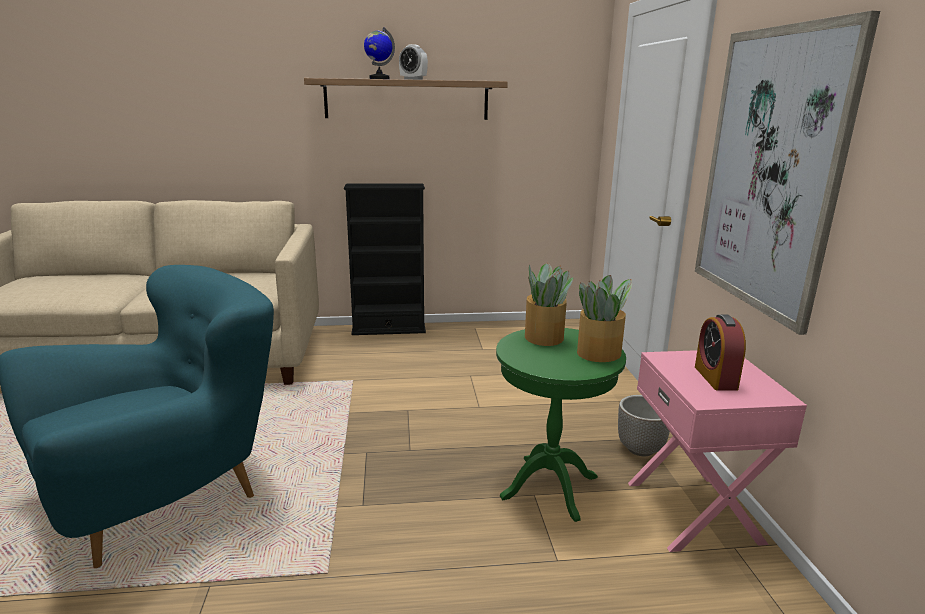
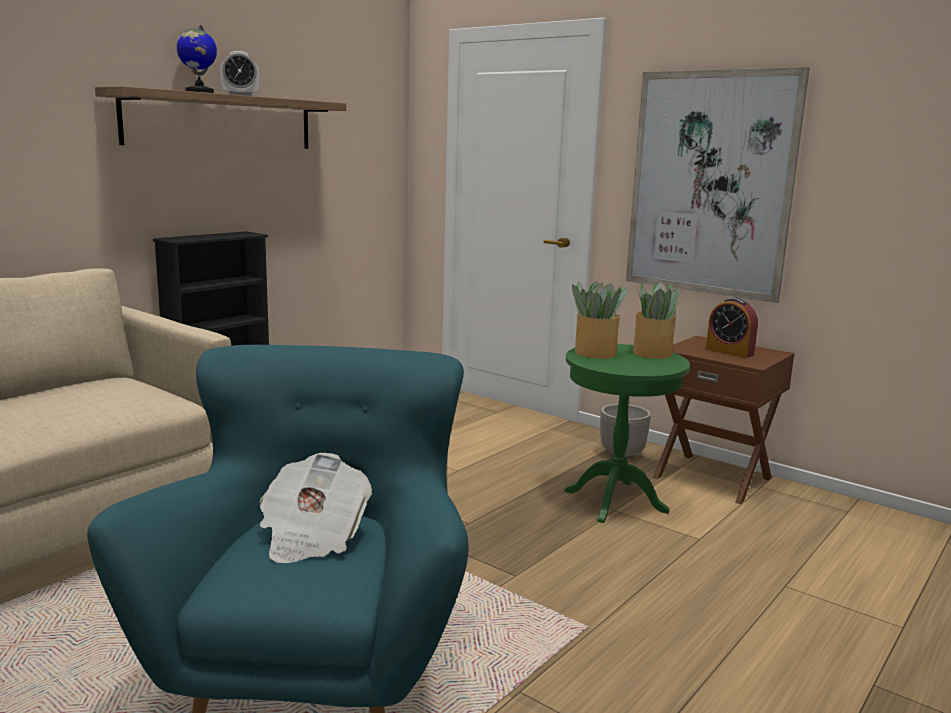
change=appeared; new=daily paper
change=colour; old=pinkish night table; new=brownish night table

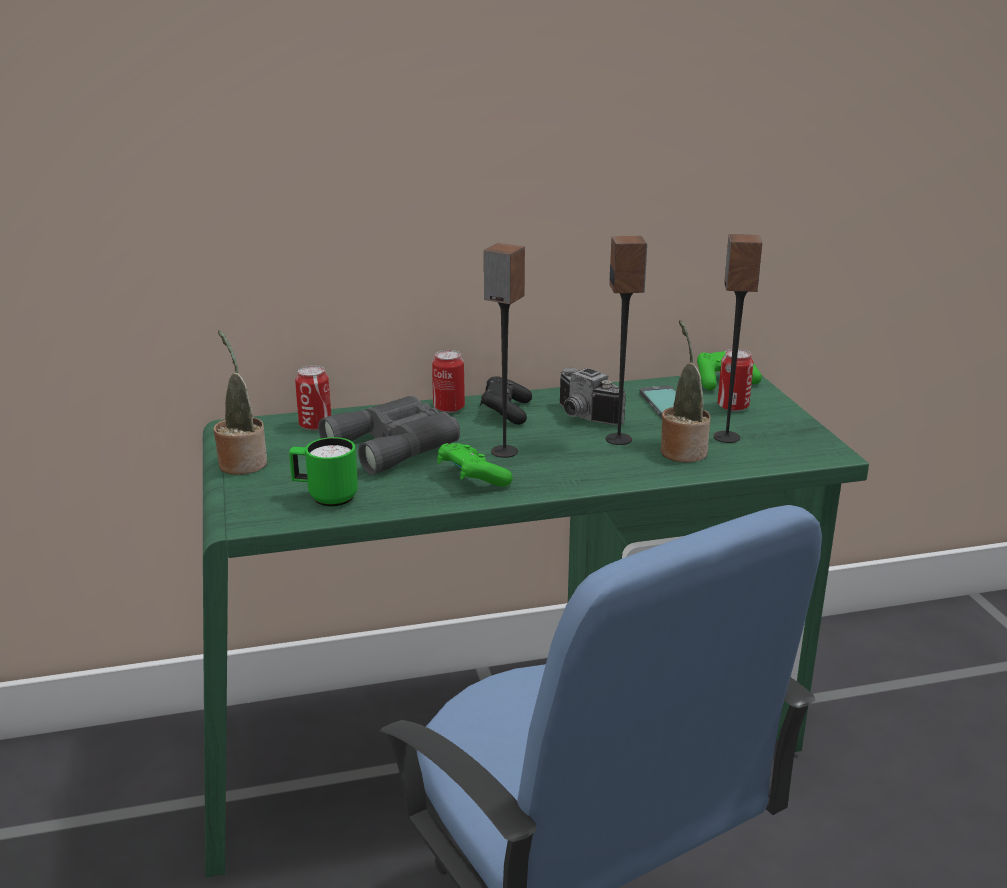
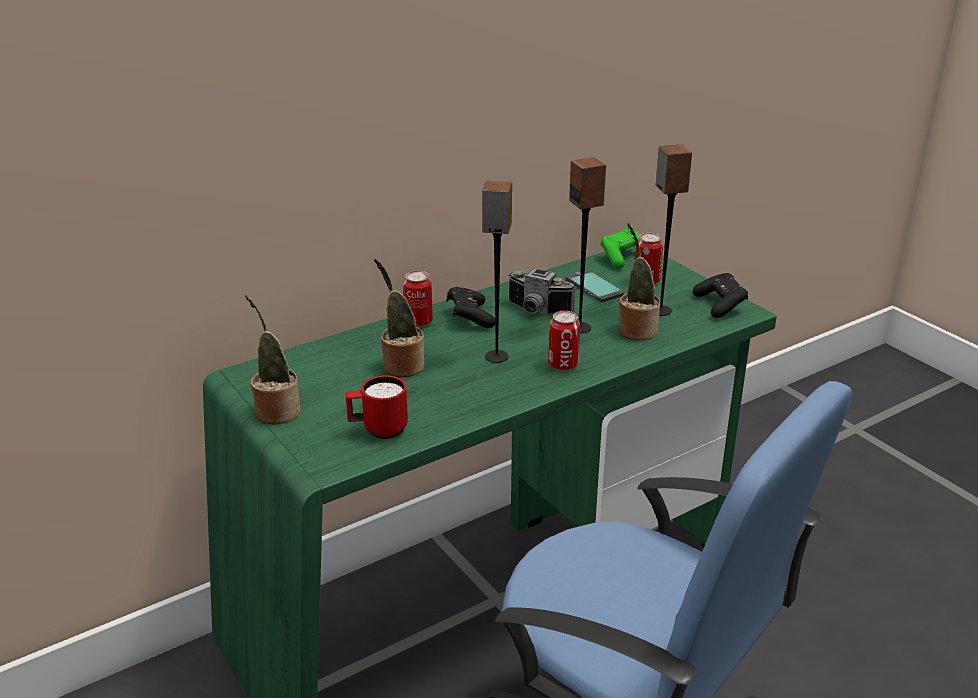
change=missing; old=green-coloured joypad (no. 1 from left)
change=appeared; new=black joypad (no. 2 from left)
change=relocated; old=metal can (no. 1 from left in the first image); new=metal can (no. 2 from left)
change=exchanged; old=grey binoculars; new=houseplant (no. 2 from left)
change=colour; old=green-coloured tea mug; new=reddish tea mug

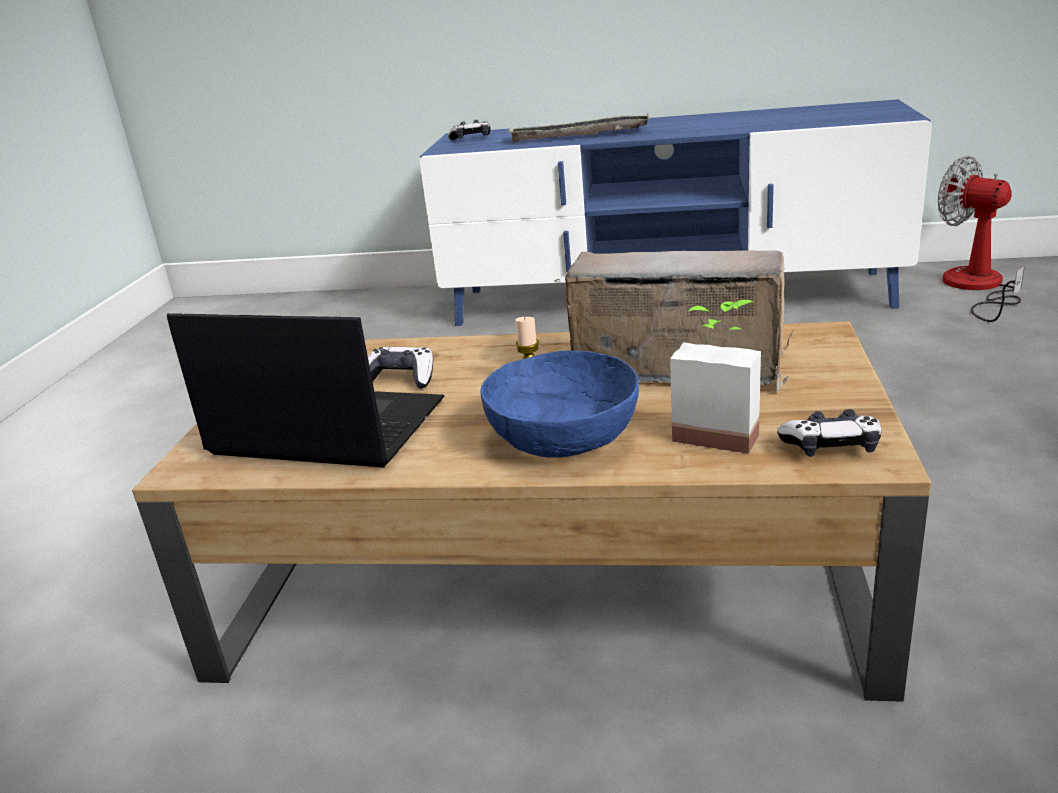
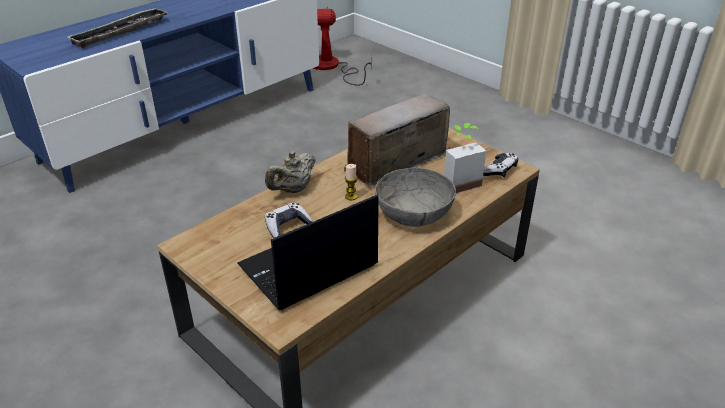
change=missing; old=joypad (no. 2 from left)
change=appeared; new=beige pot for tea
change=colour; old=bluish bowl; new=grey bowl

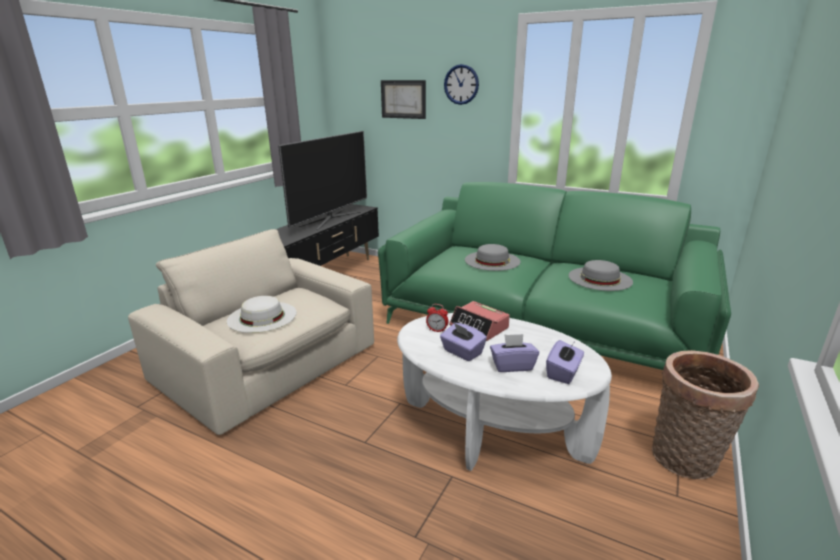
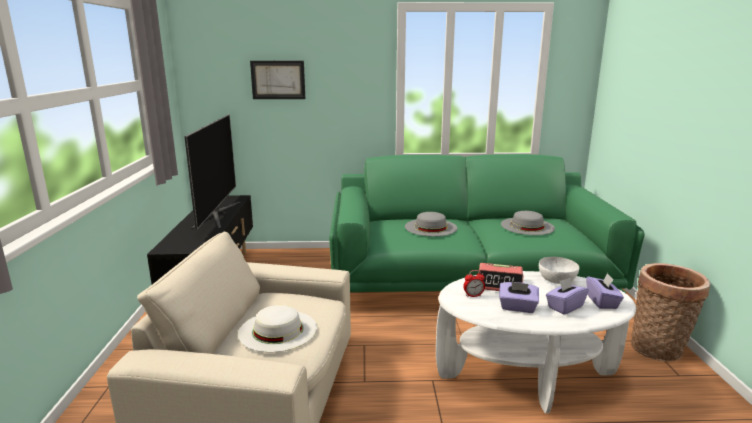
change=missing; old=clock on the wall
change=appeared; new=whitish bowl

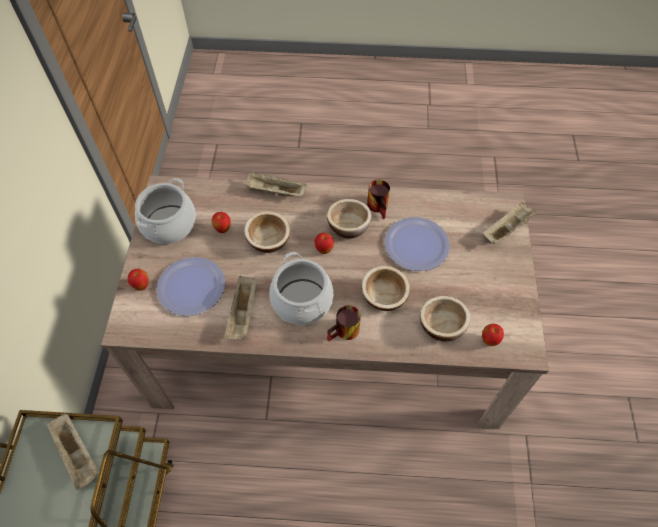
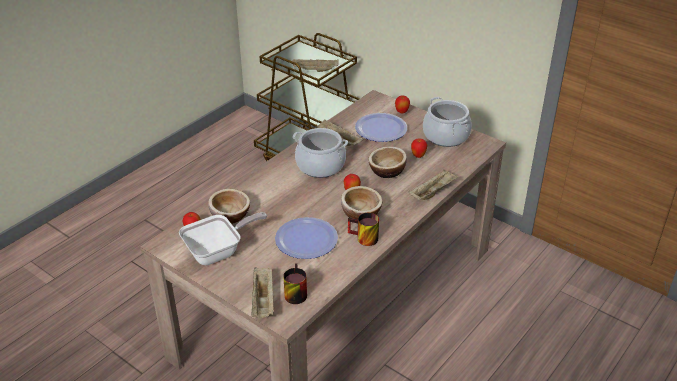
change=missing; old=bowl (no. 3 from left)
change=appeared; new=pan
change=relocated; old=tea mug (no. 1 from left)

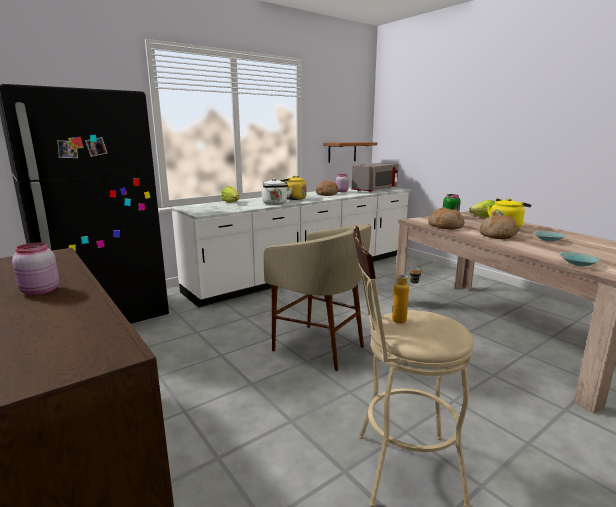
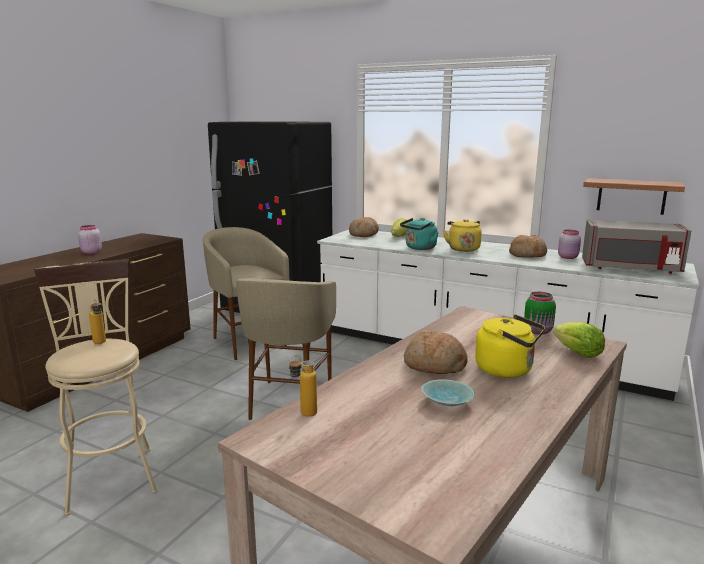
change=appeared; new=beige stool seat (no. 2 from left)
change=relocated; old=bakery bread (no. 2 from left in the first image); new=bakery bread (no. 1 from left)
change=exchanged; old=turquoise-coloured bowl (no. 2 from left); new=drink bottle (no. 2 from left)
change=colour; old=whitish water kettle; new=turquoise-coloured water kettle

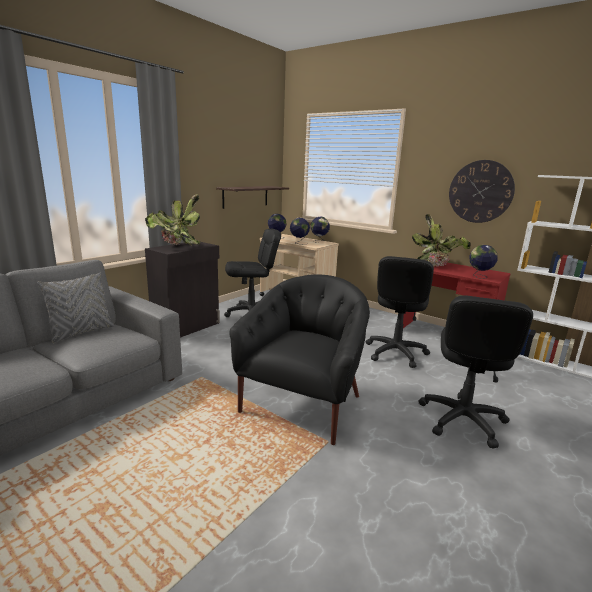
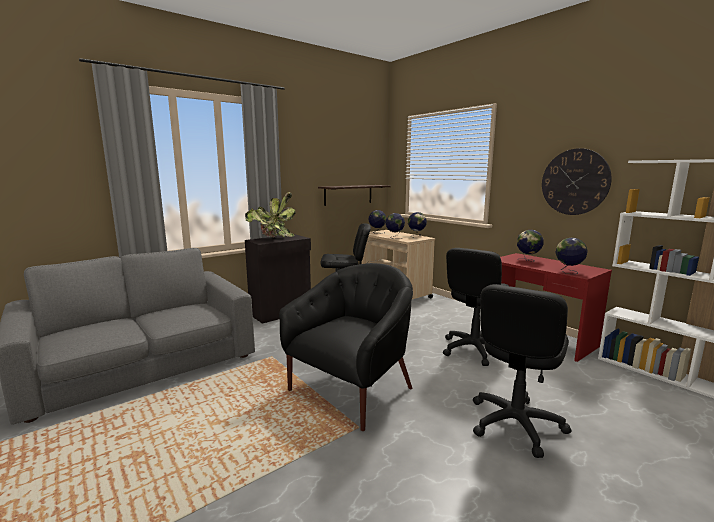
change=missing; old=grey pillow
change=exchanged; old=houseplant (no. 2 from left); new=desk globe (no. 4 from left)

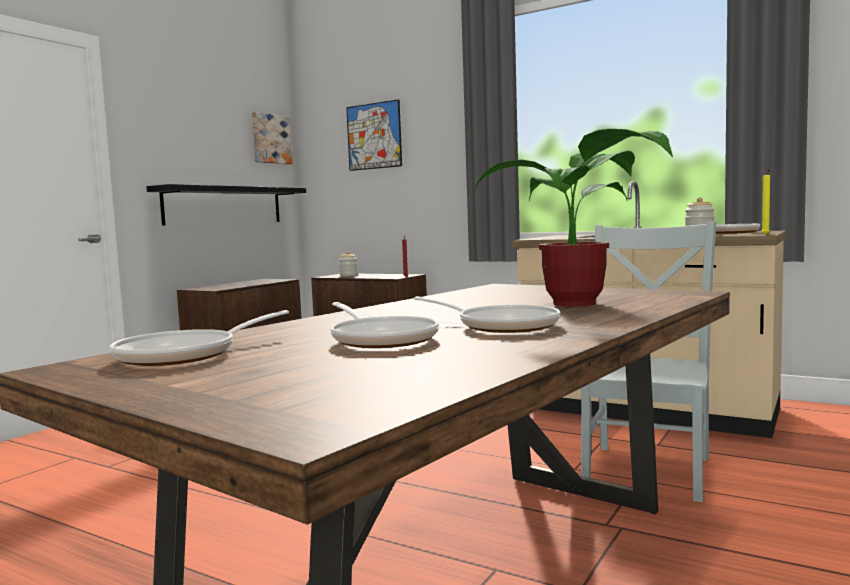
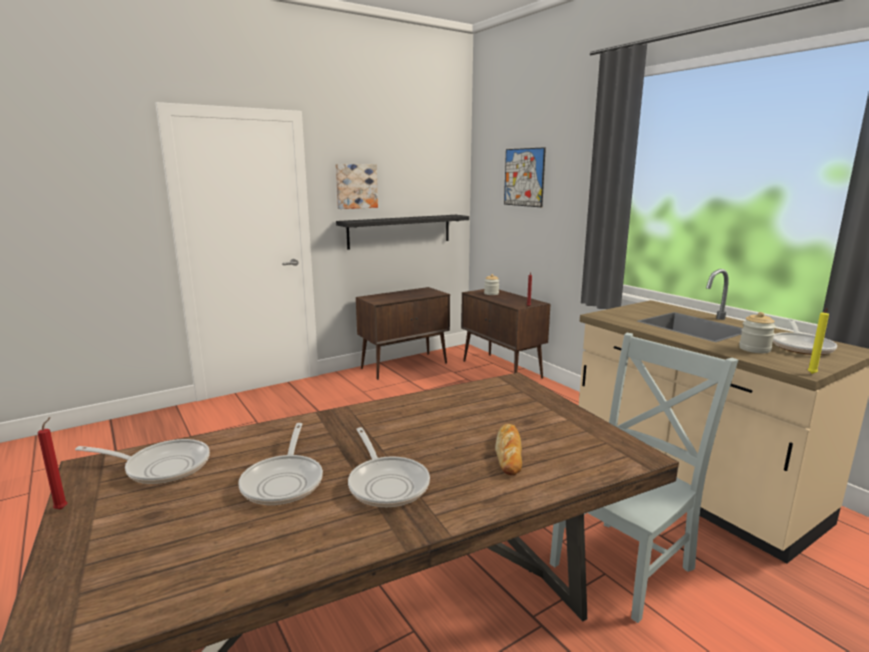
change=appeared; new=reddish wax light (no. 1 from left)
change=relocated; old=picture (no. 1 from left)
change=exchanged; old=houseplant; new=bakery bread
change=spun; old=pan (no. 1 from left); degrees=-150

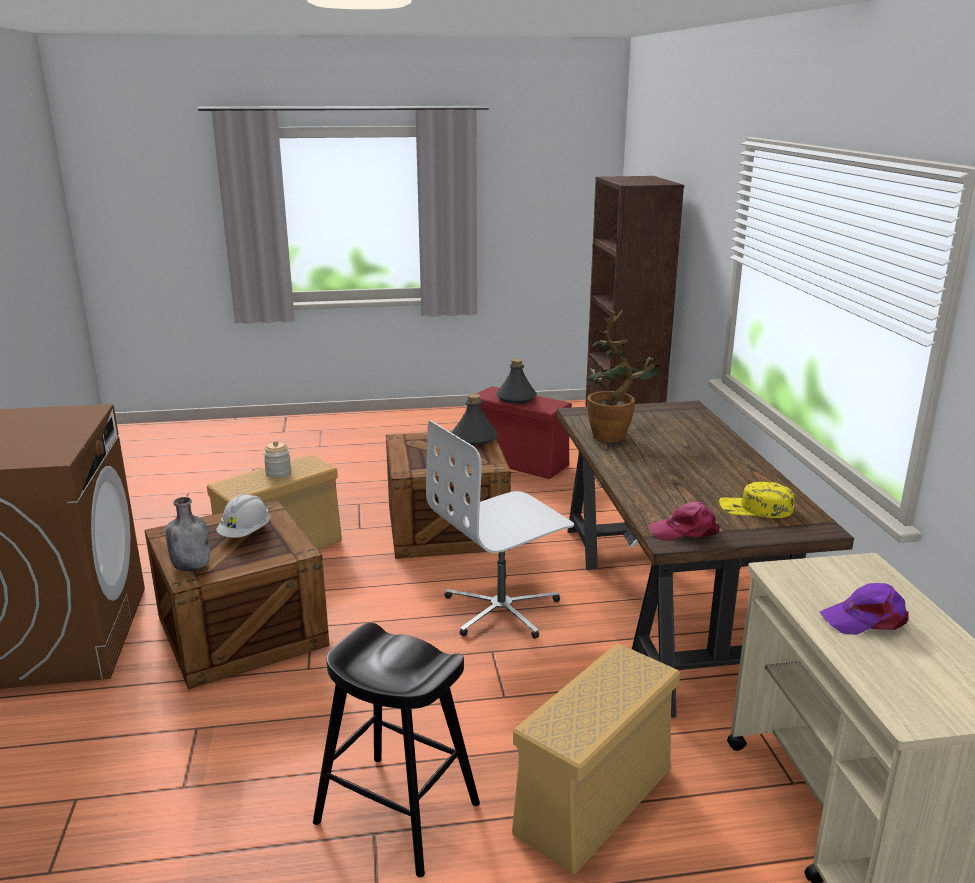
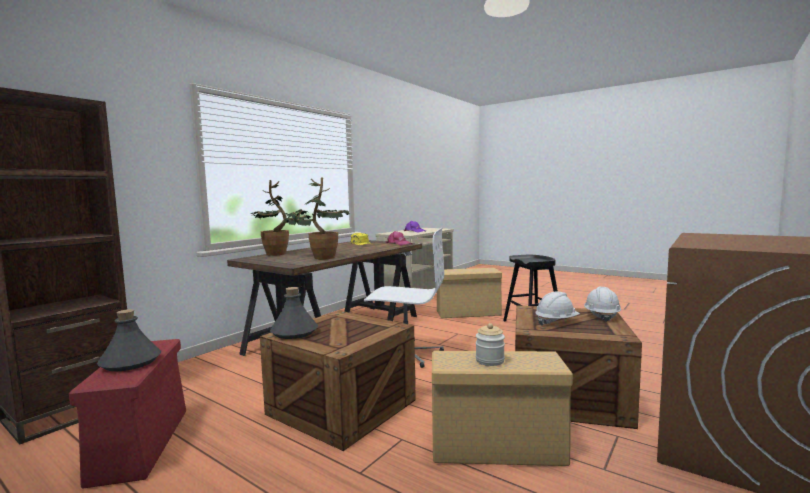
change=appeared; new=houseplant (no. 1 from left)
change=exchanged; old=grey drink bottle (no. 1 from left); new=whitish work helmet (no. 2 from left)

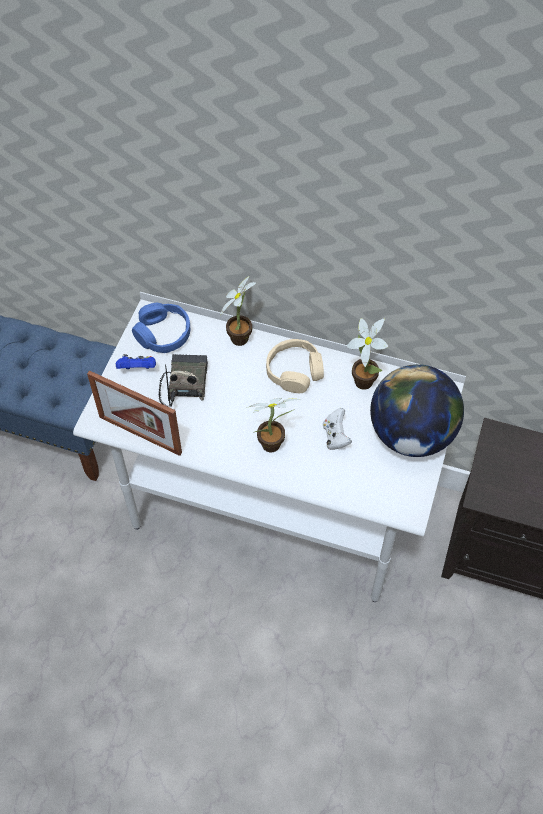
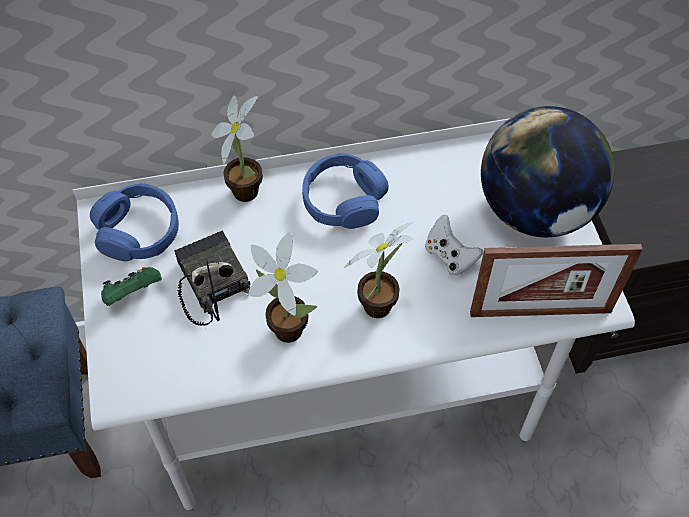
change=relocated; old=photo frame
change=relocated; old=houseplant (no. 3 from left in the first image); new=houseplant (no. 2 from left)
change=colour; old=bluish joypad; new=green-coloured joypad
change=colour; old=beige pair of headphones; new=bluish pair of headphones (no. 2 from left)

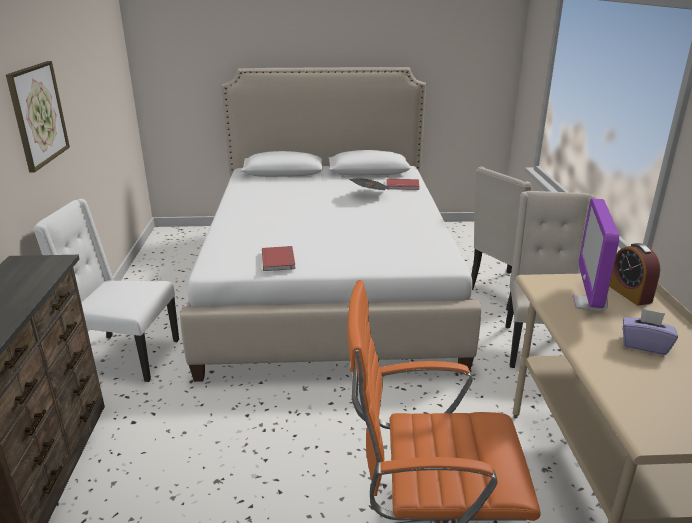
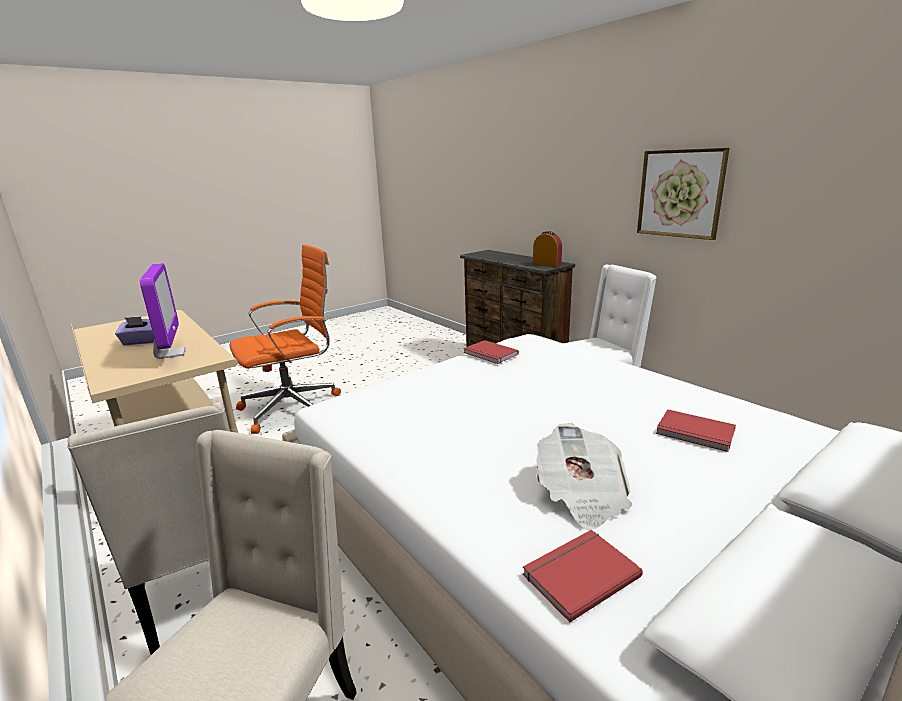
change=appeared; new=reddish bound book (no. 3 from left)
change=relocated; old=table clock

